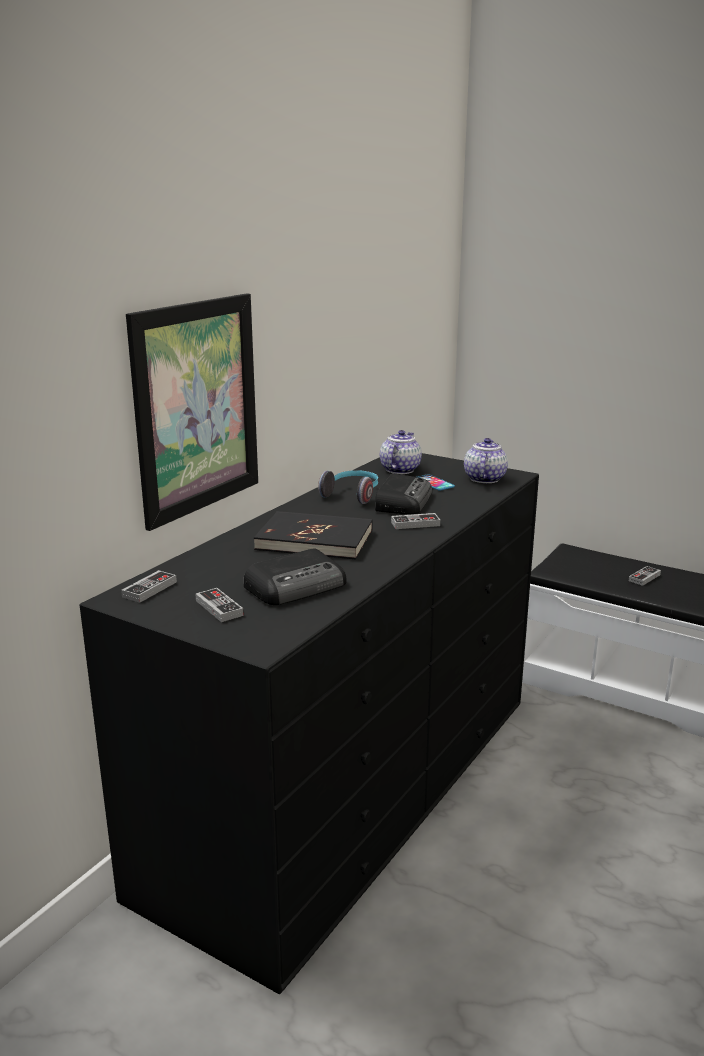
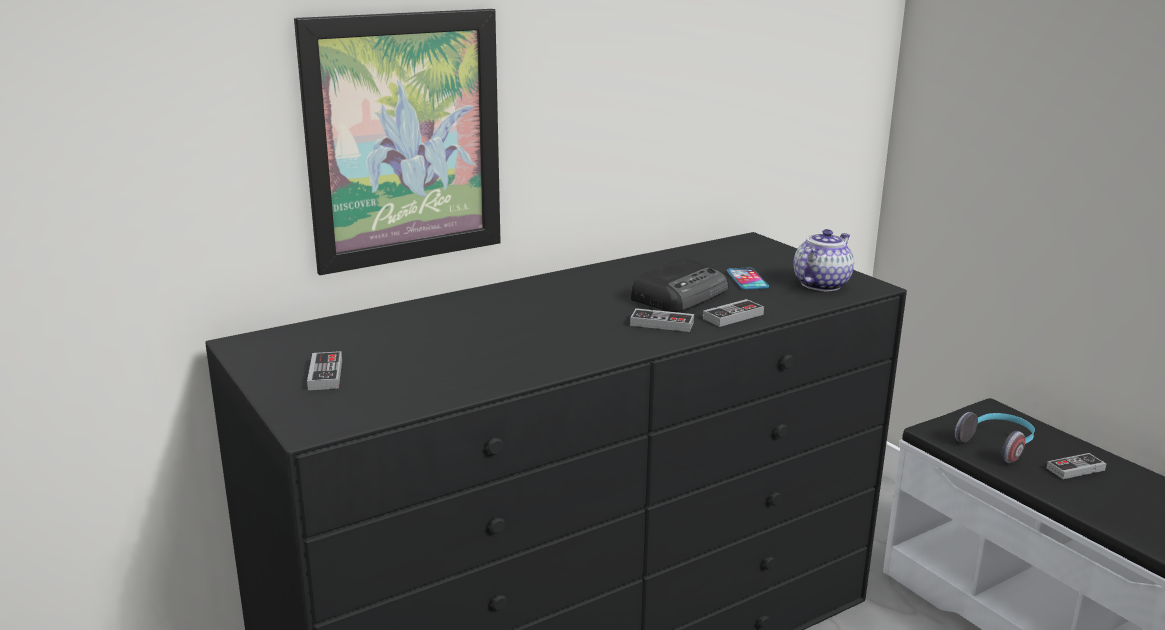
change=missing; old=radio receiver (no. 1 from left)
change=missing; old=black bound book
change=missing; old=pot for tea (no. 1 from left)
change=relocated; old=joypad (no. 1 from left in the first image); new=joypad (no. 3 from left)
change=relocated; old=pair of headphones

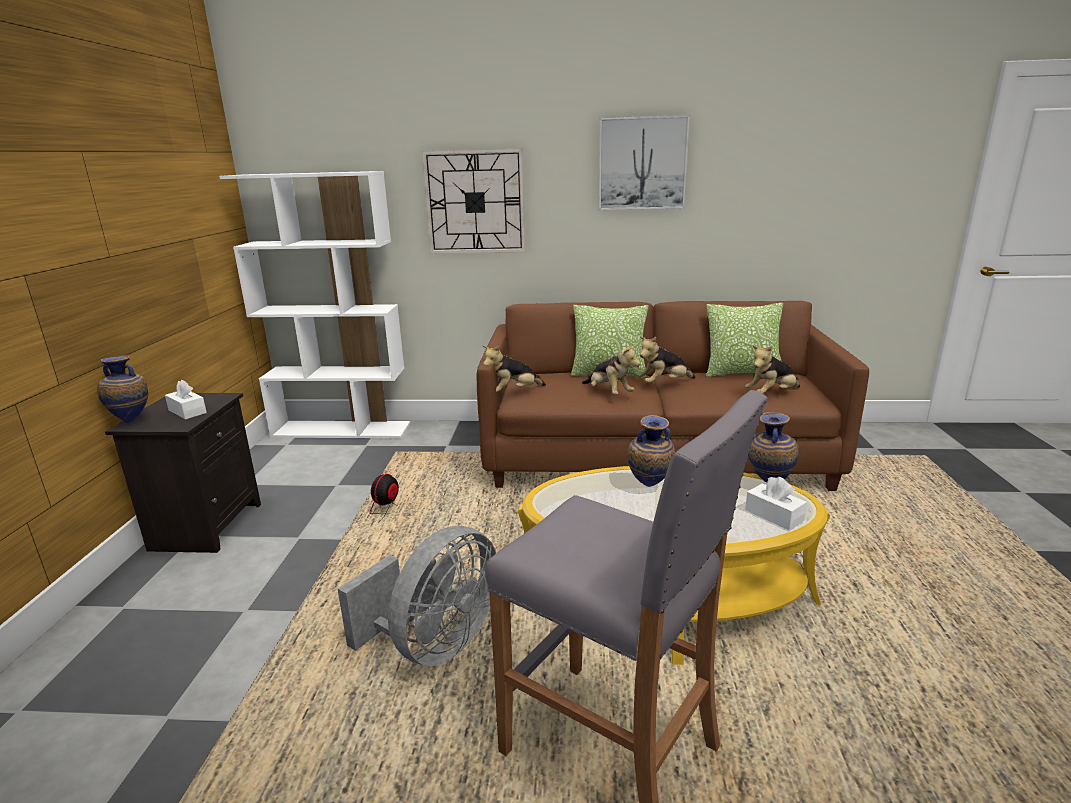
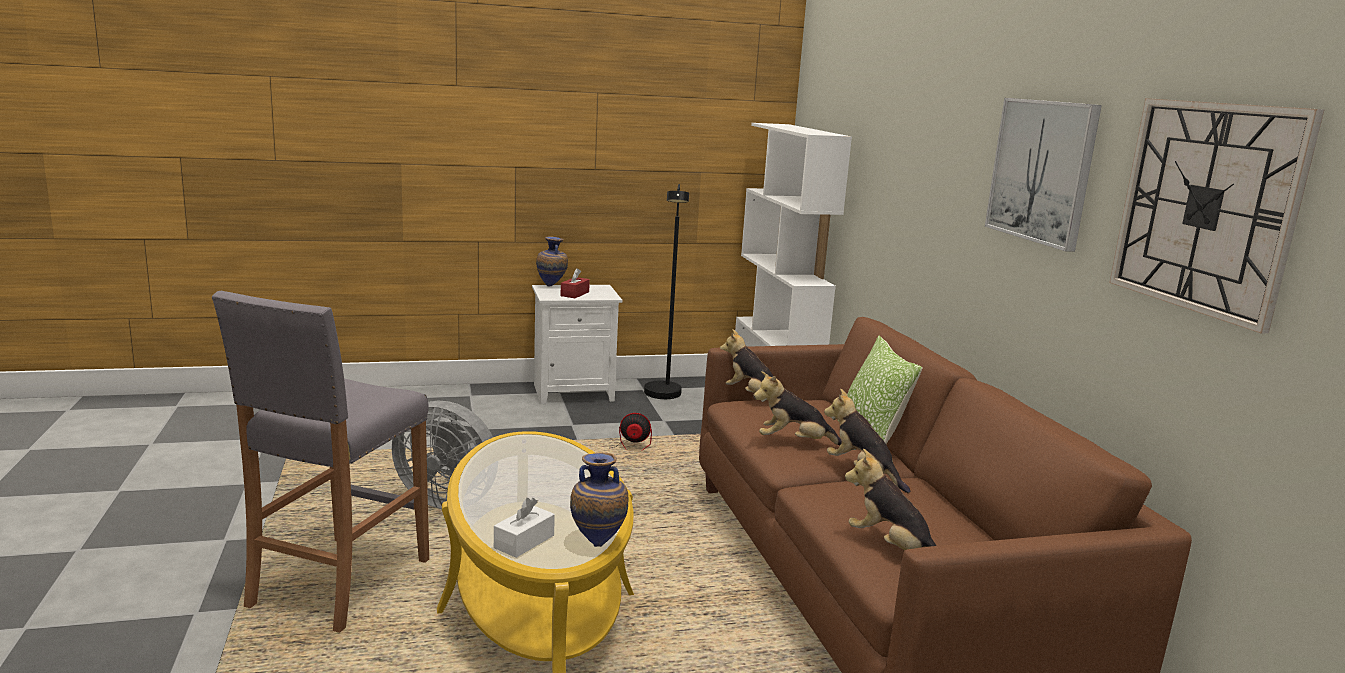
change=missing; old=vase (no. 2 from left)
change=missing; old=pillow (no. 2 from left)
change=appeared; new=black floor lamp
change=relocated; old=clock on the wall
change=colour; old=black night table; new=whitish night table
change=colour; old=whitish box of tissues (no. 1 from left); new=reddish box of tissues
change=spun; old=plush toy (no. 2 from left); degrees=60

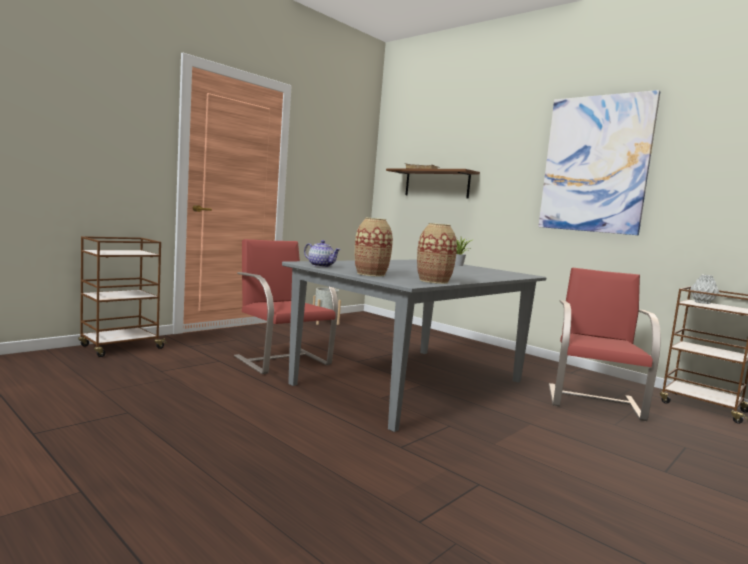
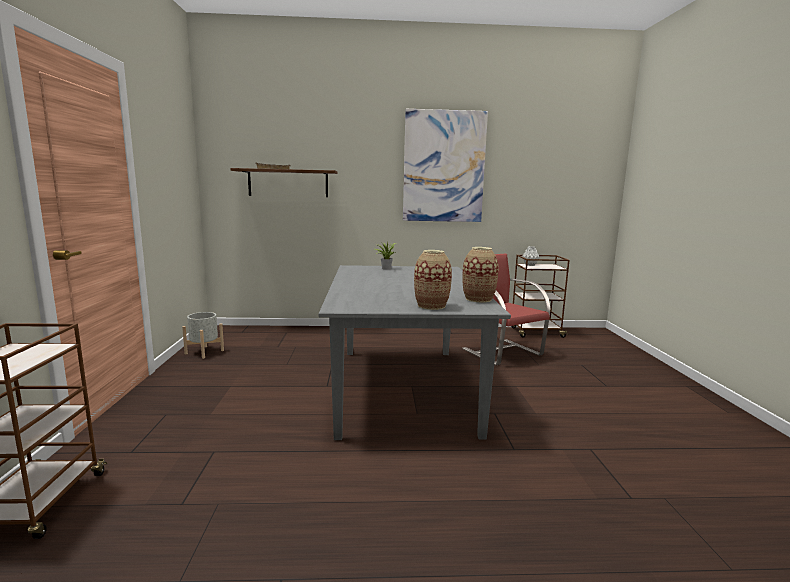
change=missing; old=reddish chair (no. 1 from left)
change=missing; old=pot for tea

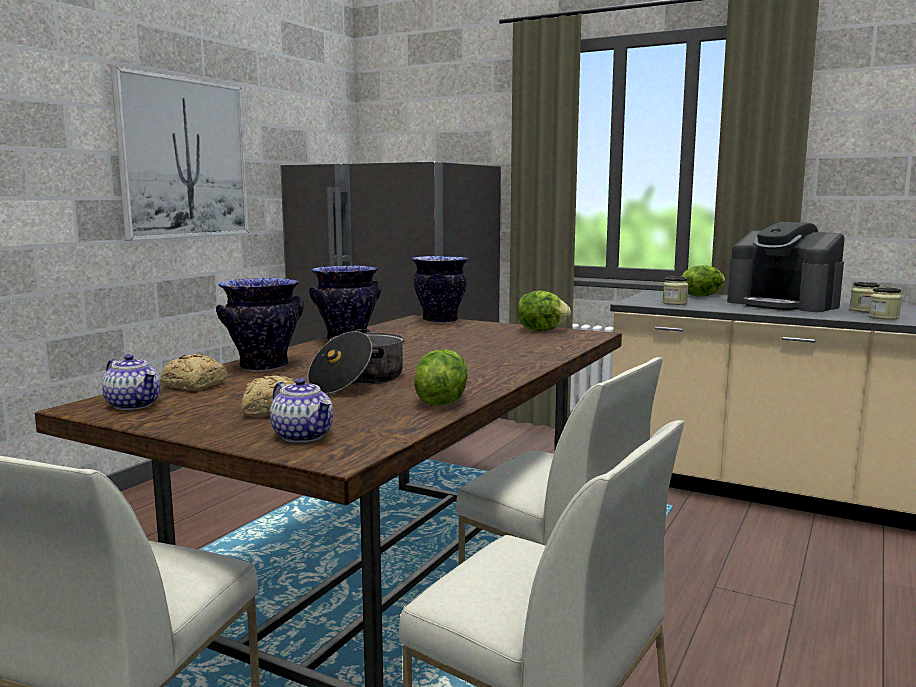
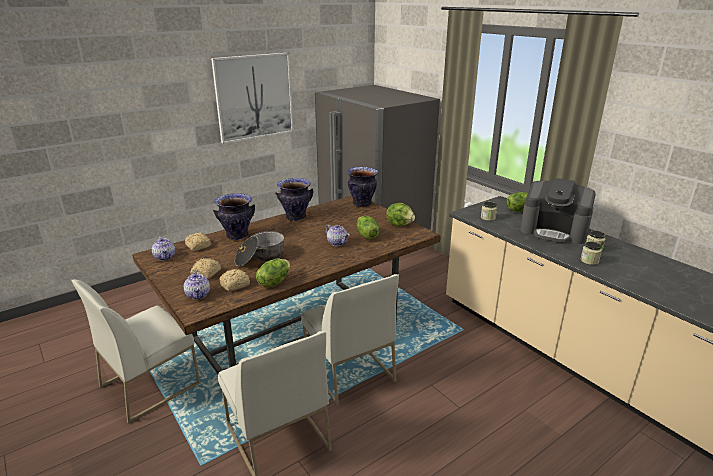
change=appeared; new=bakery bread (no. 3 from left)
change=appeared; new=pot for tea (no. 3 from left)
change=appeared; new=lettuce (no. 2 from left)
change=spun; old=coffee brewer; degrees=-45

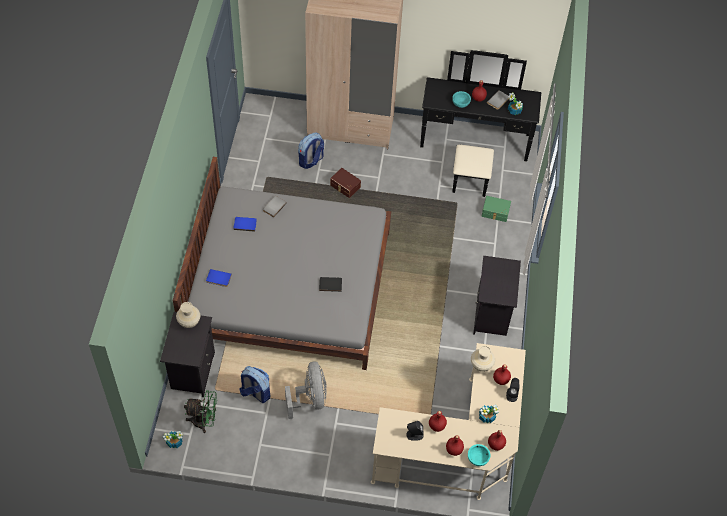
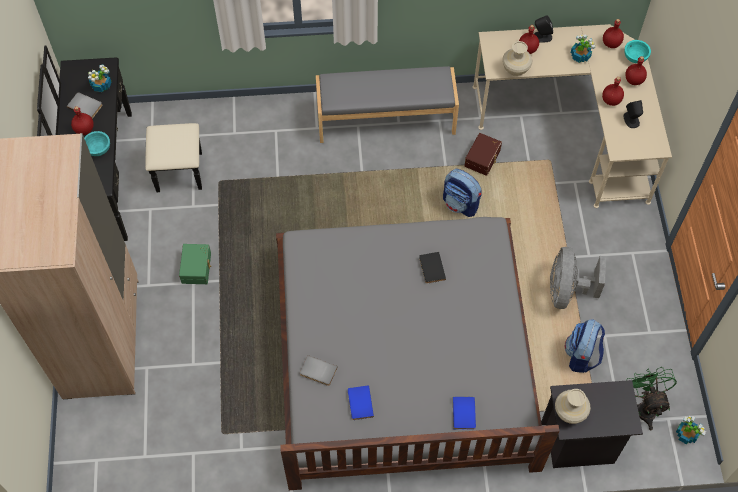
change=relocated; old=backpack (no. 2 from left in the first image); new=backpack (no. 1 from left)
change=relocated; old=brownish storage container
change=relocated; old=green-coloured storage container
change=exchanged; old=black night table (no. 2 from left); new=grey long seat
change=spun; old=grey electric fan; degrees=-60

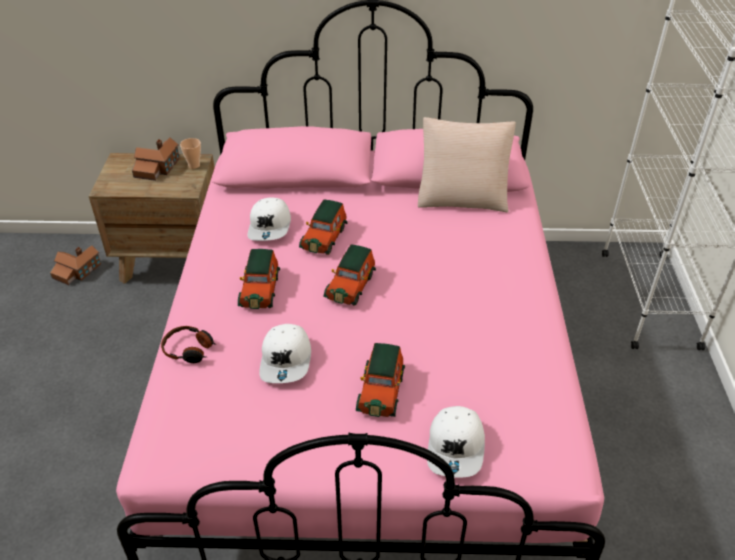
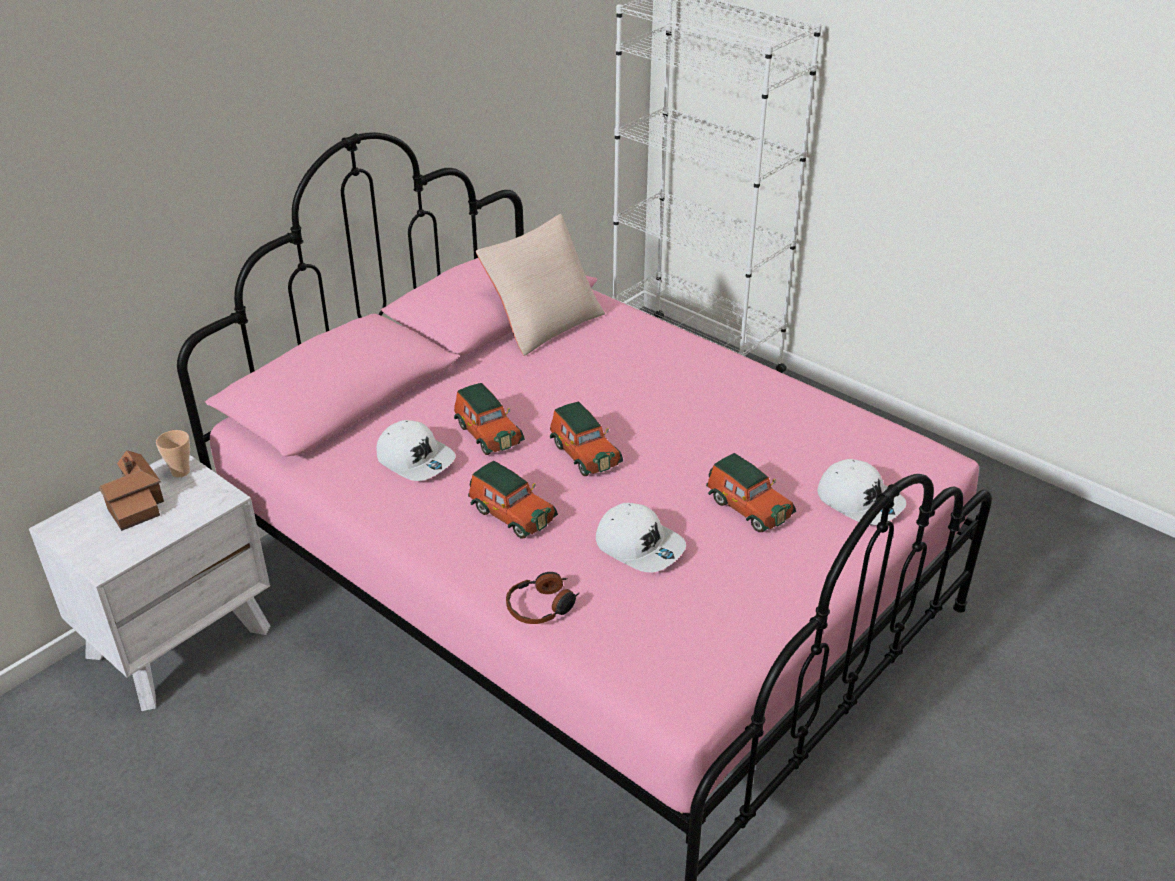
change=missing; old=toy house (no. 1 from left)
change=colour; old=brownish night table; new=whitish night table

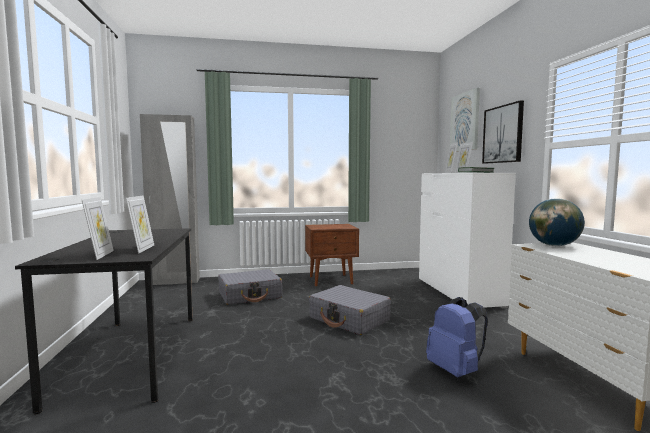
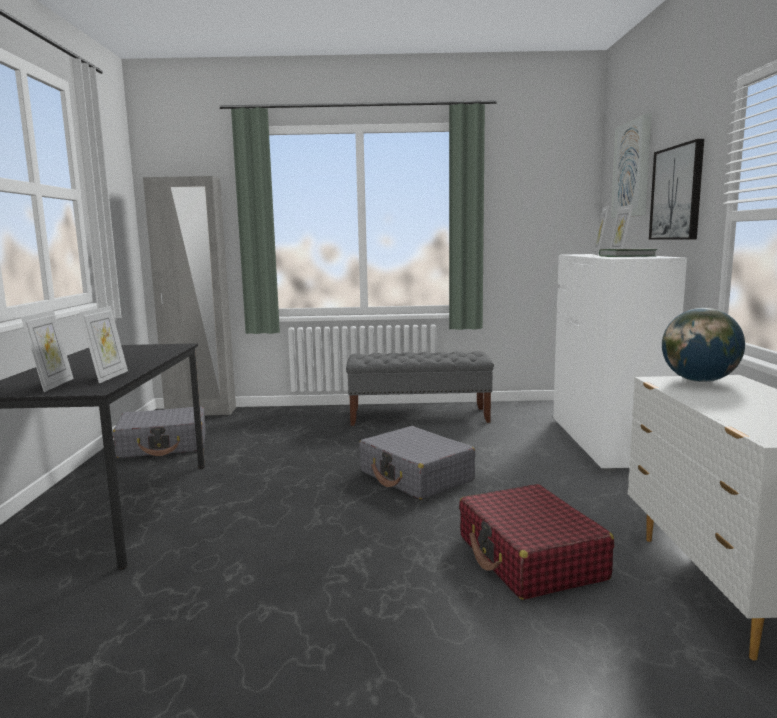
change=relocated; old=grey travel case (no. 1 from left)
change=exchanged; old=brownish night table; new=grey long seat
change=exchanged; old=bluish backpack; new=reddish travel case

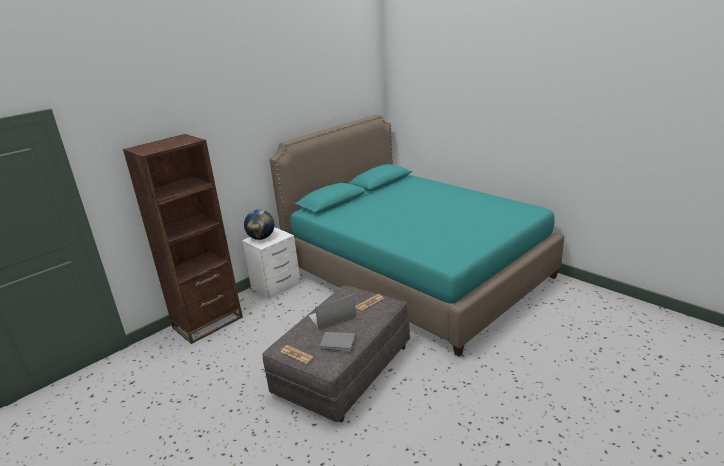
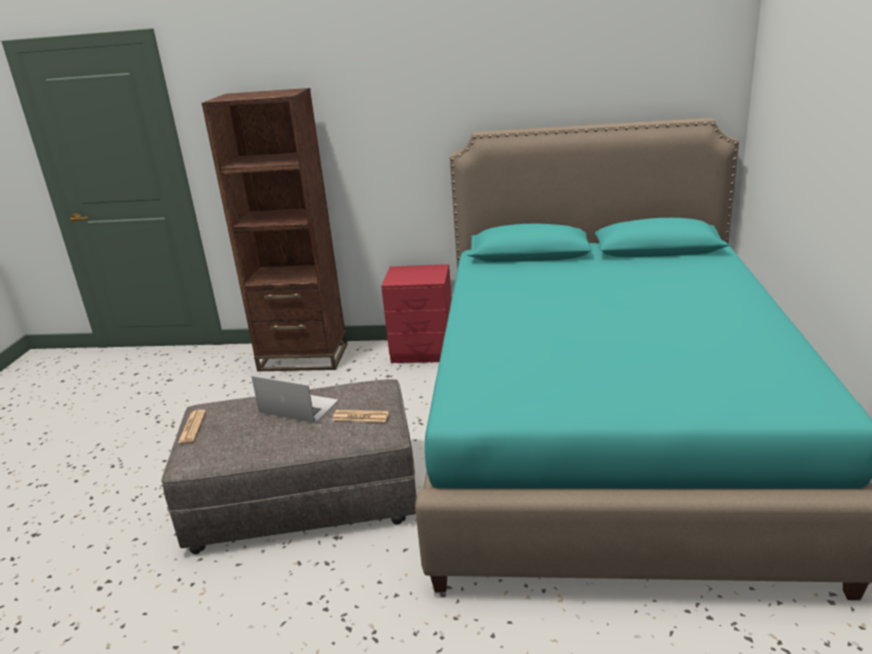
change=missing; old=desk globe
change=missing; old=grey bound book
change=colour; old=whitish night table; new=reddish night table

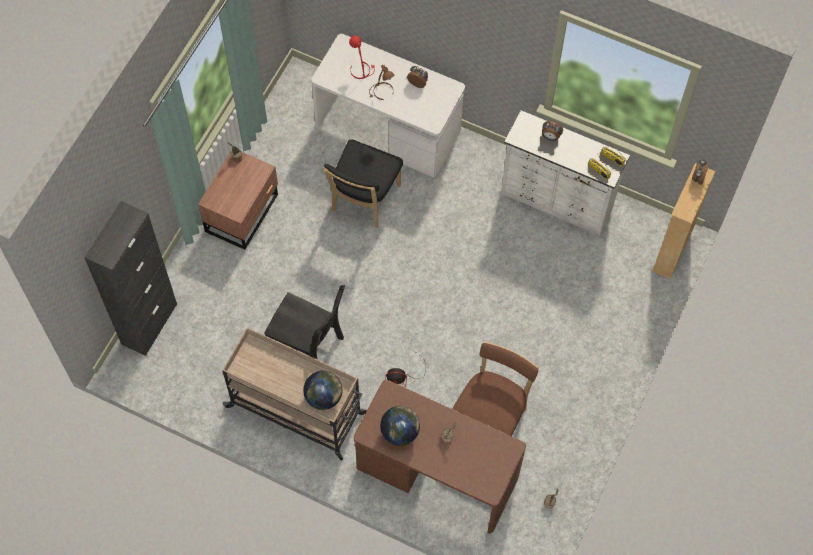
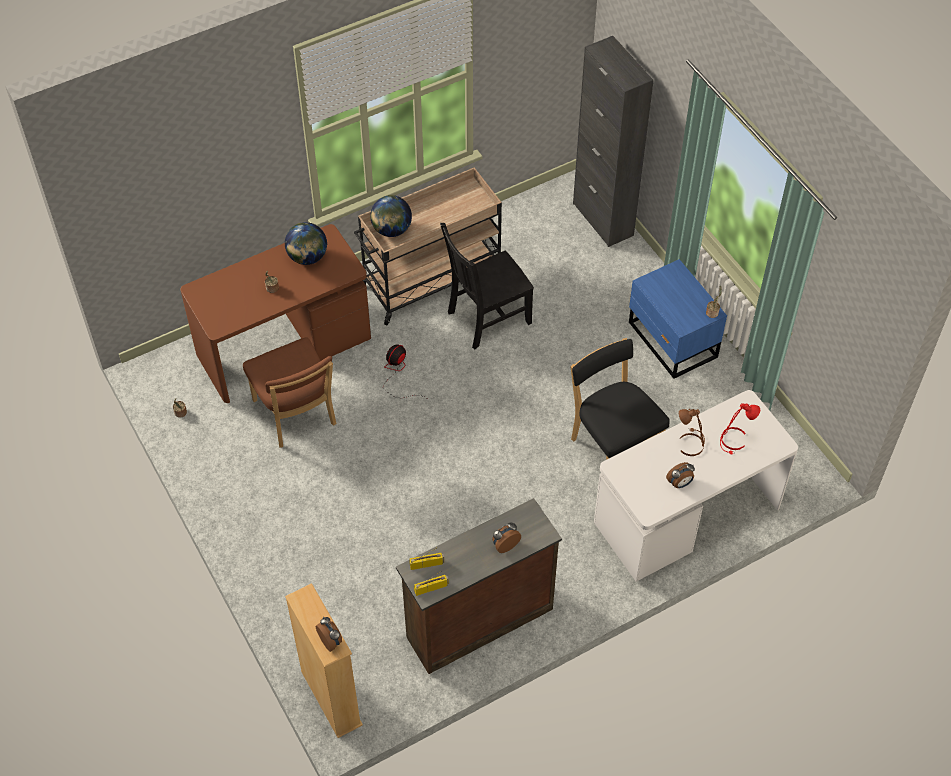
change=colour; old=brownish night table; new=bluish night table
change=colour; old=whitish chest of drawers; new=brownish chest of drawers

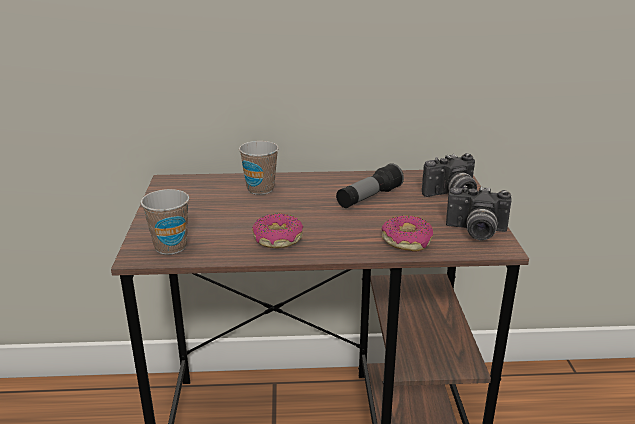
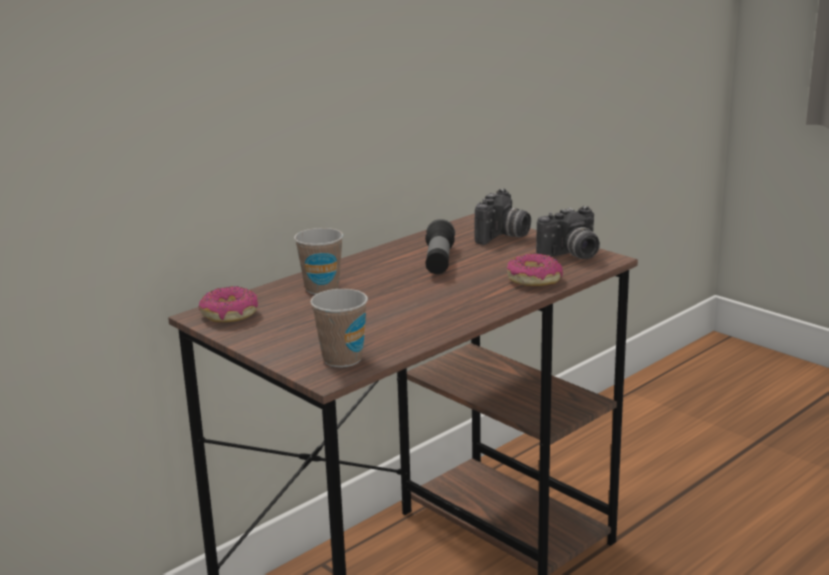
change=relocated; old=doughnut (no. 1 from left)

